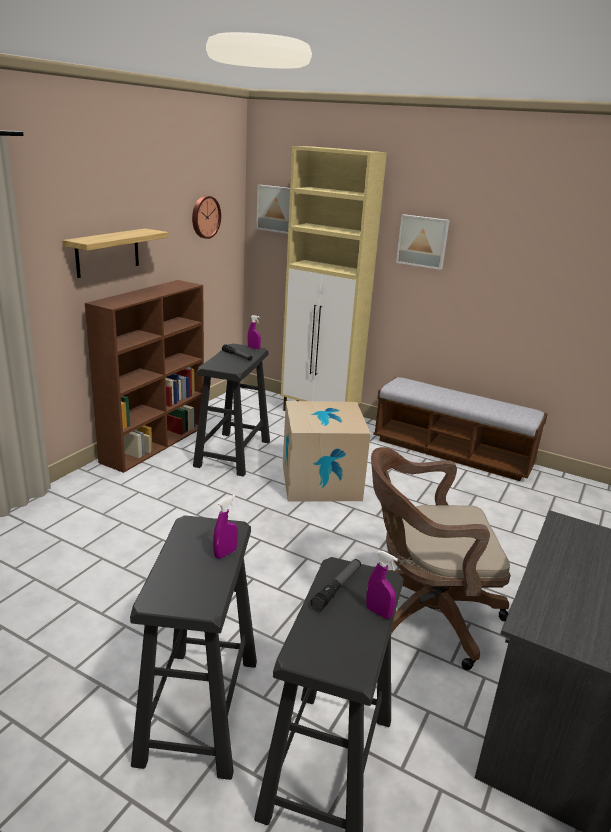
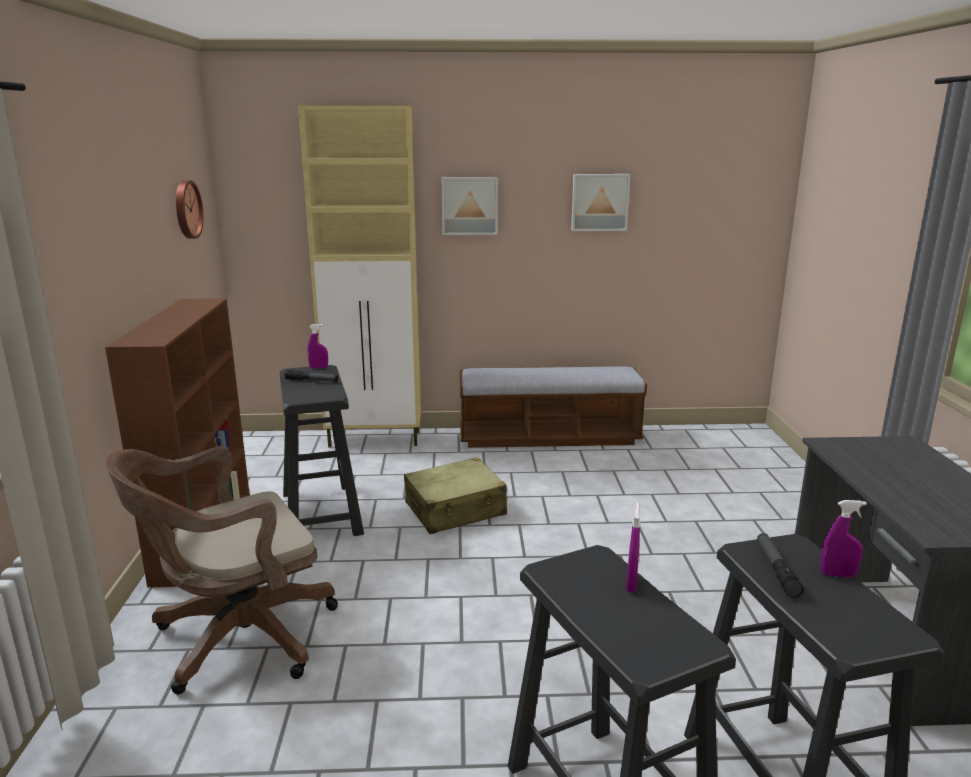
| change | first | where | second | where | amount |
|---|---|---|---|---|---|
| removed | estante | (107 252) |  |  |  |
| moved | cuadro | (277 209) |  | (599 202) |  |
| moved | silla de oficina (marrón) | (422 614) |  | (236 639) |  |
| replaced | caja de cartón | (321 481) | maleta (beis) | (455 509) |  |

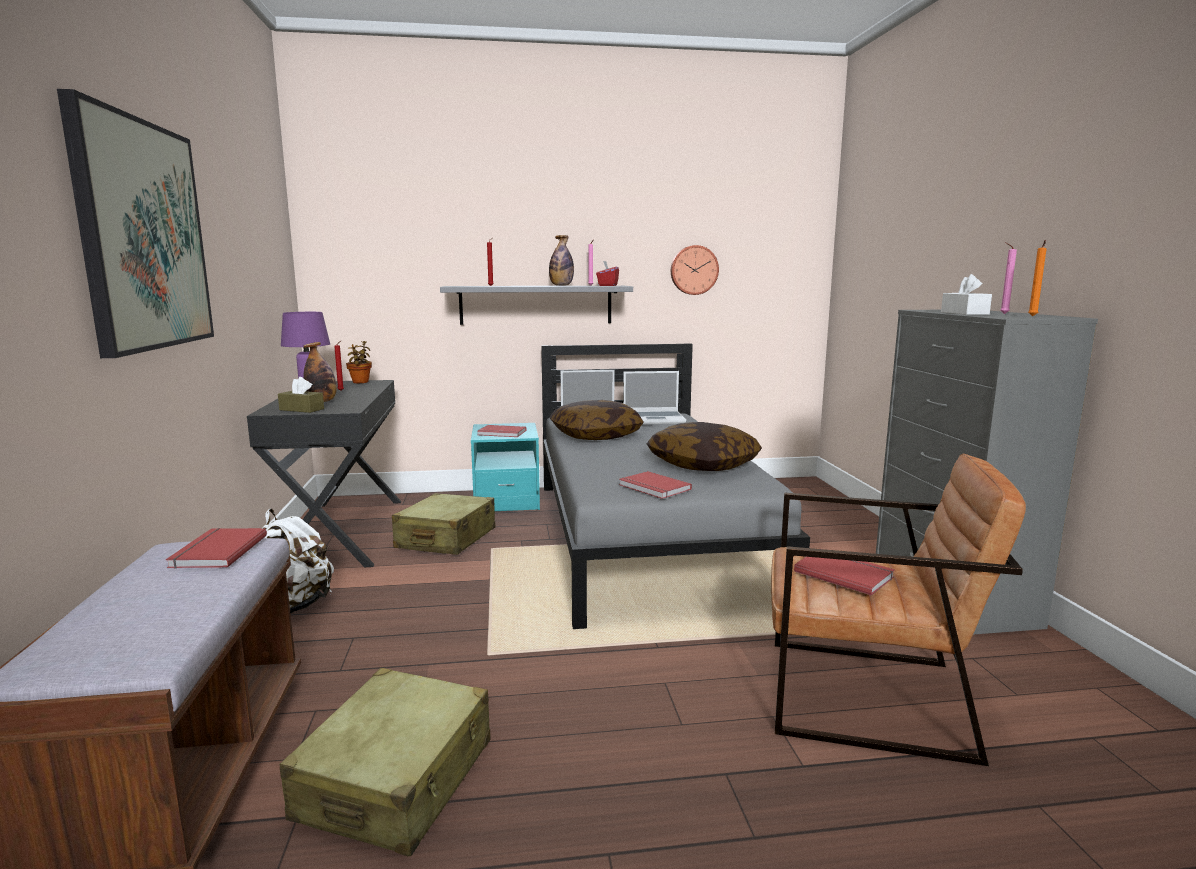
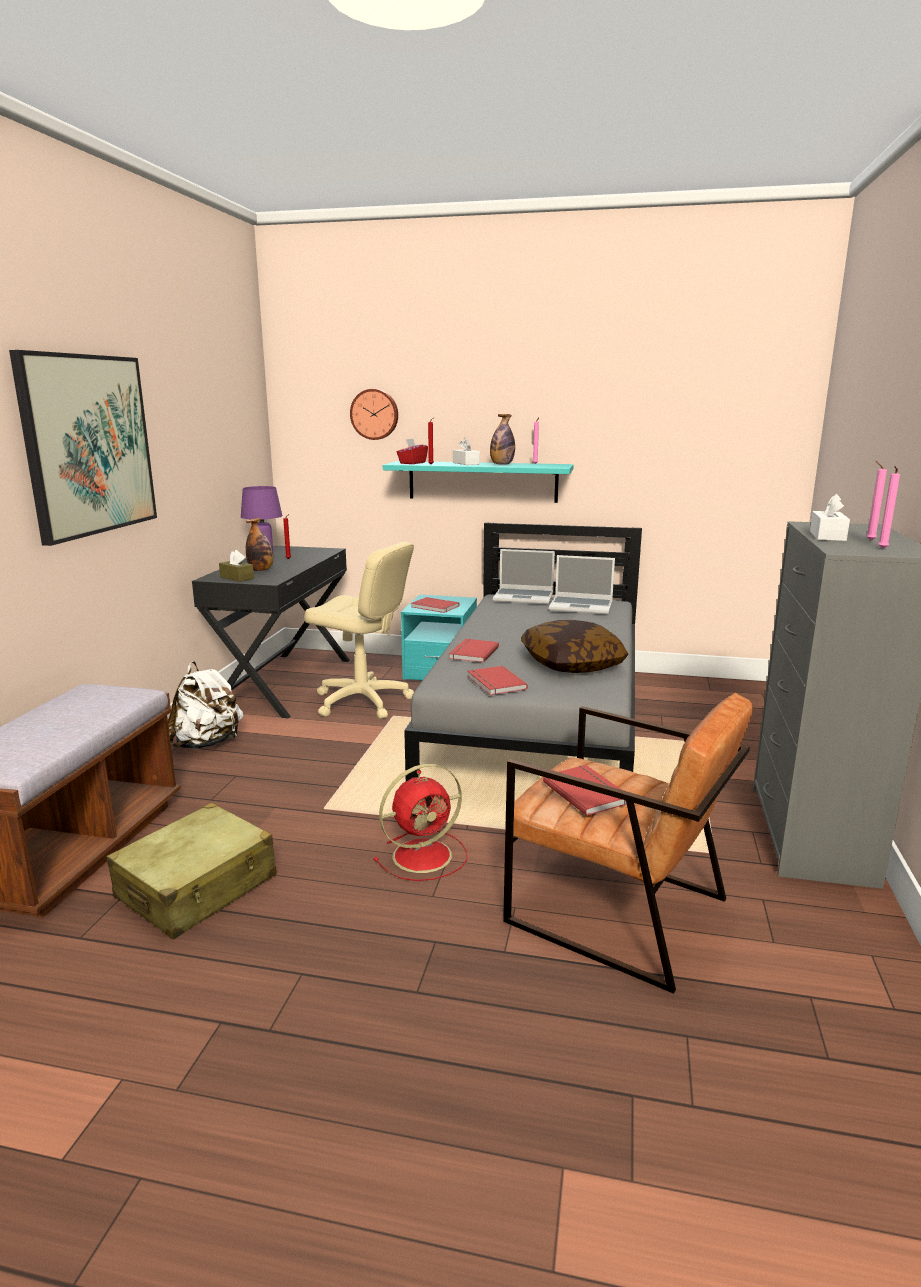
| change | first | where | second | where | amount |
|---|---|---|---|---|---|
| removed | planta en maceta | (360 382) |  |  |  |
| removed | cojín | (596 435) |  |  |  |
| added |  |  | ventilador (rojo) | (425 855) |  |
| added |  |  | caja de pañuelos (blanco) | (466 463) |  |
| moved | libro (rojo) | (216 551) |  | (472 653) |  |
| moved | caja de pañuelos (rojo) | (607 285) |  | (412 463) |  |
| moved | reloj de pared | (693 270) |  | (375 414) |  |
| replaced | maleta (beis) | (446 539) | silla de oficina (beis) | (362 701) |  |
| recoloured | estante (gris) | (536 304) | estante (turquesa) | (482 481) |  |
| recoloured | vela (naranja) | (1032 316) | vela (rosa) | (882 549) |  |

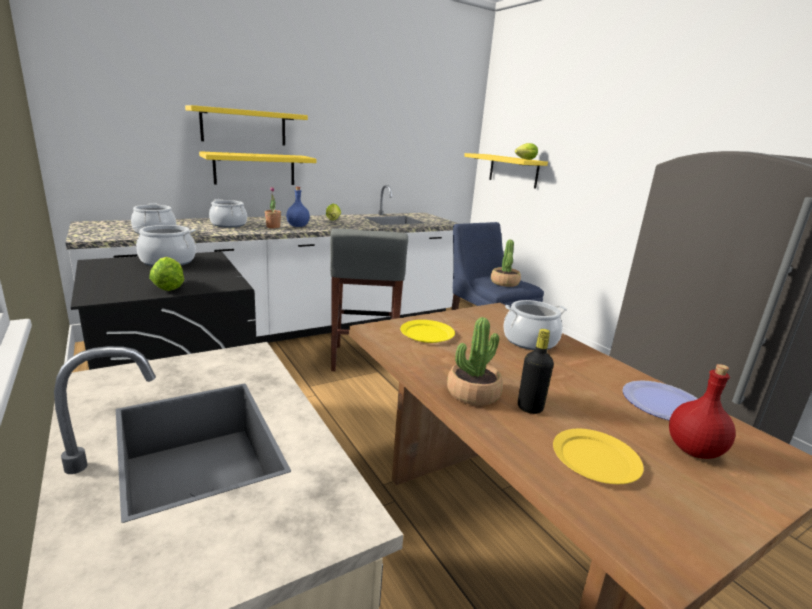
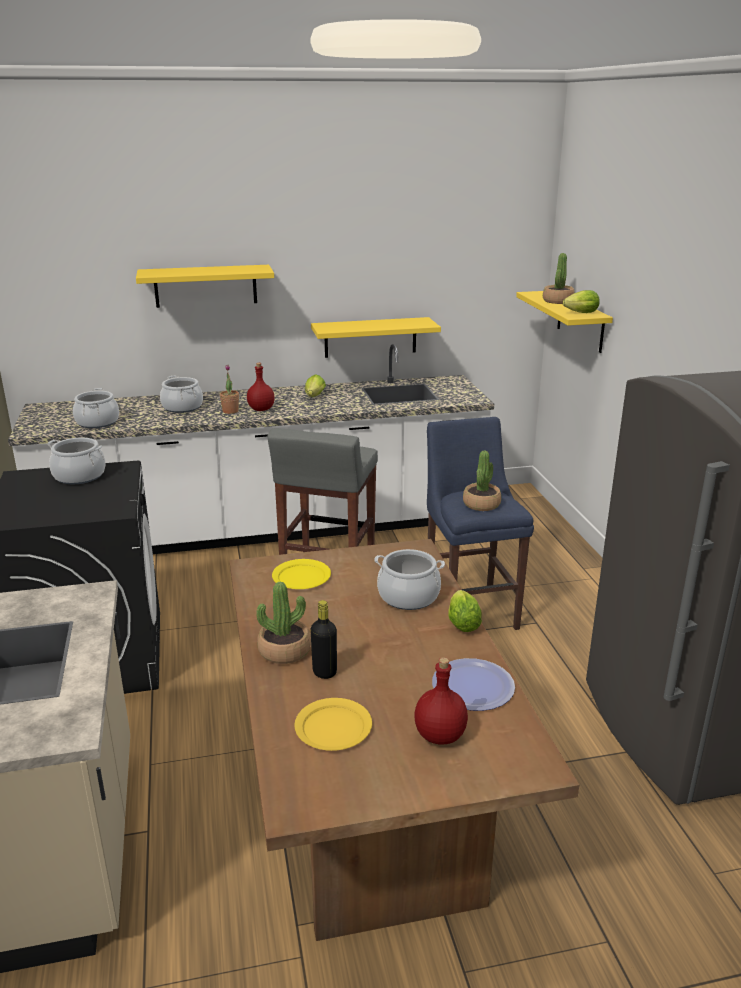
| change | first | where | second | where | amount |
|---|---|---|---|---|---|
| added |  |  | planta en maceta | (557 301) |  |
| moved | lechuga | (169 286) |  | (462 622) |  |
| moved | estante (amarillo) | (255 169) |  | (370 337) |  |
| recoloured | botella (azul) | (298 226) | botella (rojo) | (261 409) |  |

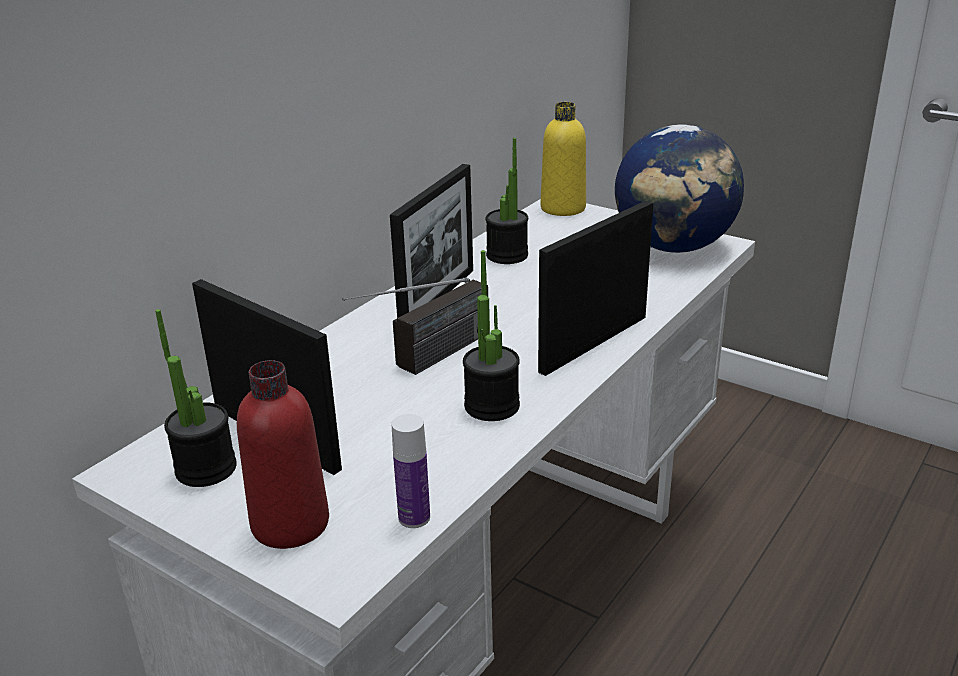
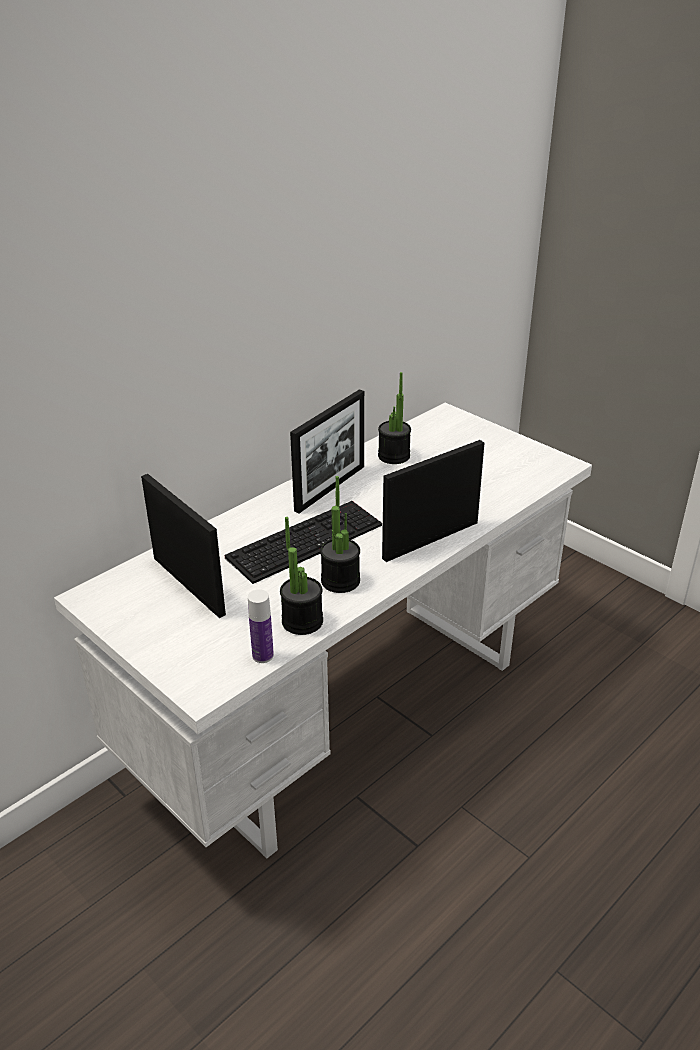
| change | first | where | second | where | amount |
|---|---|---|---|---|---|
| removed | botella (rojo) | (290 524) |  |  |  |
| removed | botella (amarillo) | (563 208) |  |  |  |
| removed | globo terráqueo | (674 247) |  |  |  |
| moved | planta en maceta | (206 469) |  | (302 621) |  |
| replaced | radio | (425 362) | teclado | (305 540) |  |

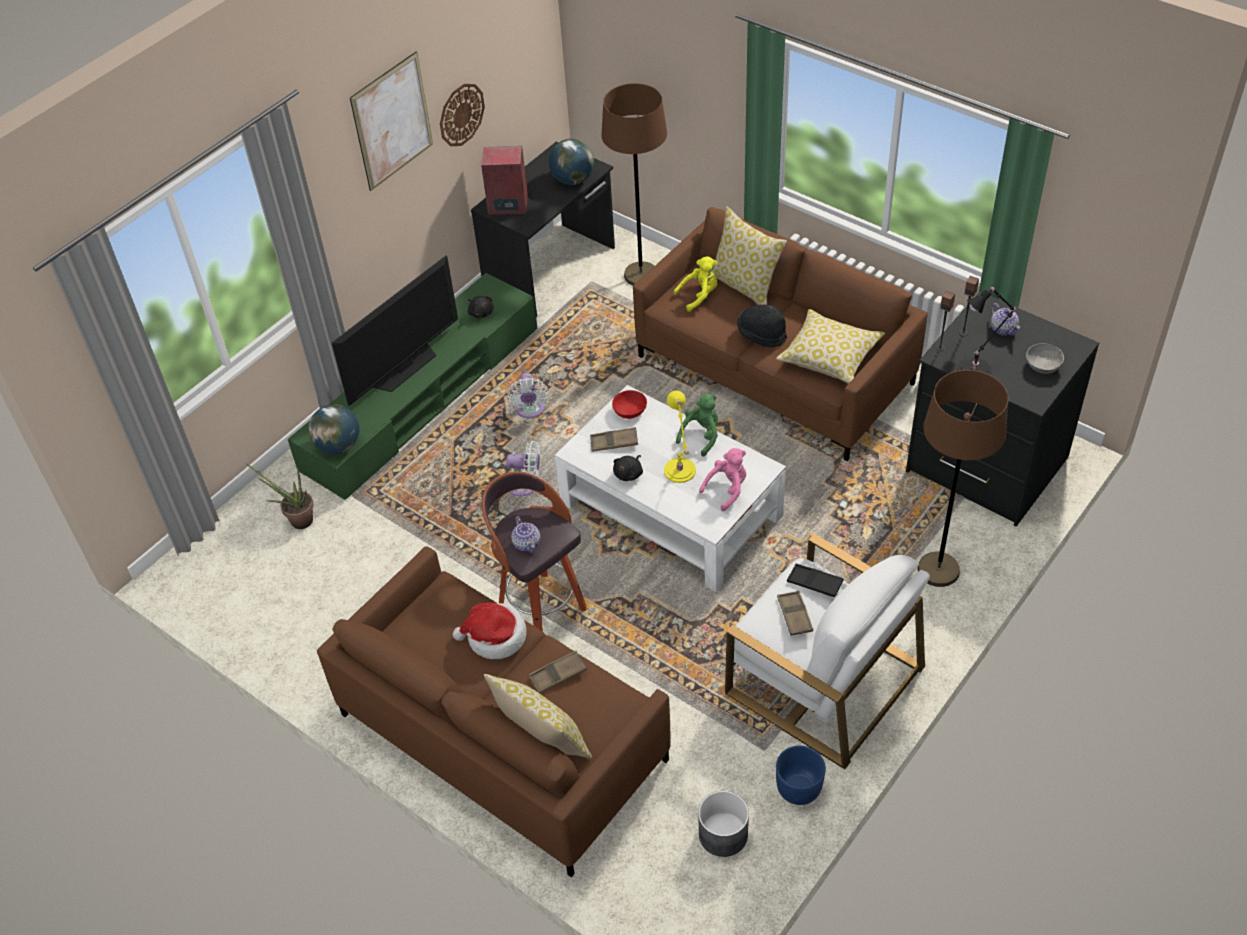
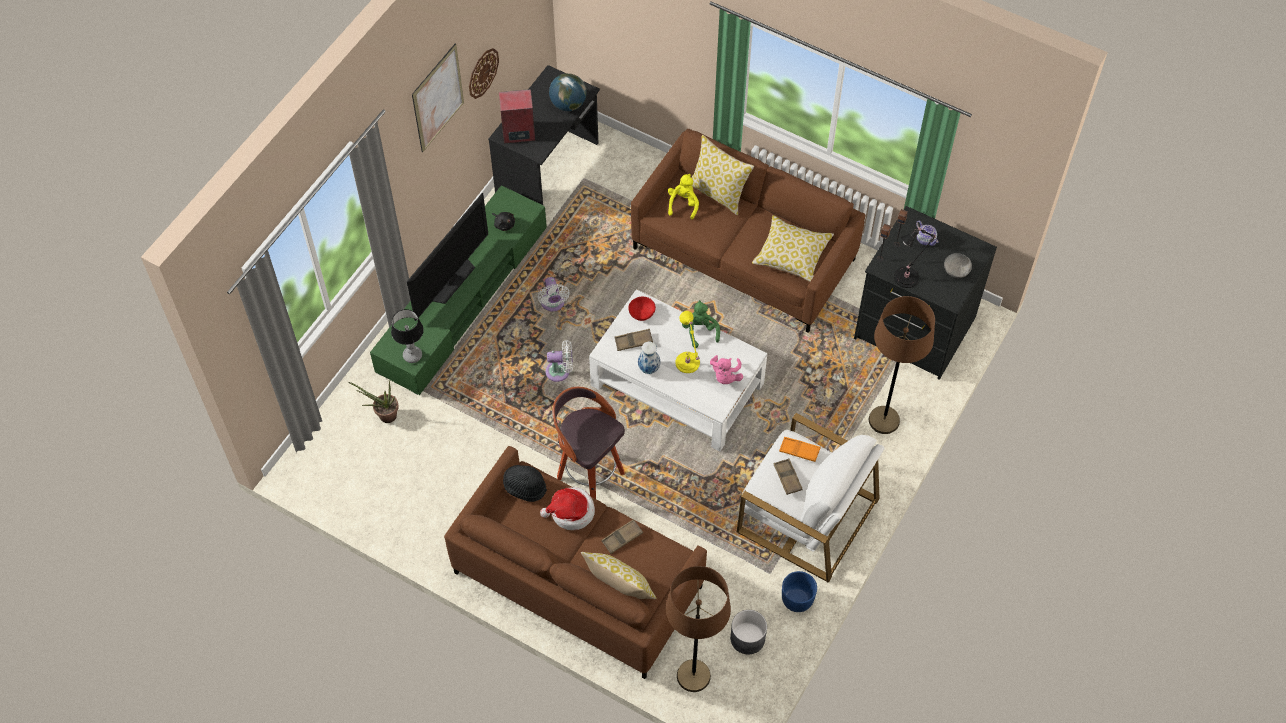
| change | first | where | second | where | amount |
|---|---|---|---|---|---|
| removed | tetera | (527 543) |  |  |  |
| moved | lámpara de pie (marrón) | (641 275) |  | (693 676) |  |
| moved | sombrero (negro) | (761 334) |  | (525 487) |  |
| replaced | globo terráqueo | (339 445) | lámpara de mesa | (413 355) |  |
| replaced | peluche (negro) | (629 473) | florero | (649 368) |  |
| recoloured | bandeja (negro) | (814 583) | bandeja (naranja) | (799 451) |  |
| turned | peluche (amarillo) | (699 295) |  | (683 204) | 45 degrees counterclockwise |
| turned | peluche (verde) | (701 436) |  | (700 331) | 45 degrees counterclockwise |
| turned | peluche (rosa) | (727 489) |  | (725 376) | 150 degrees clockwise |

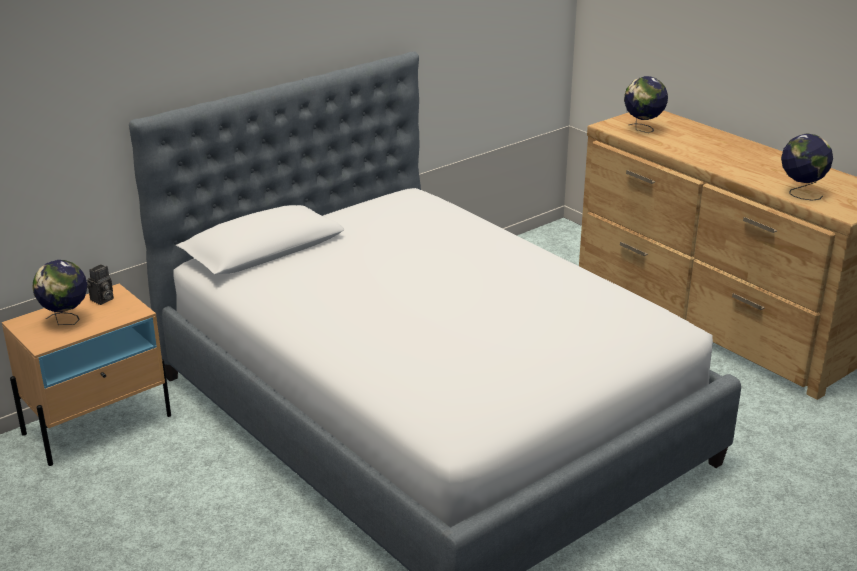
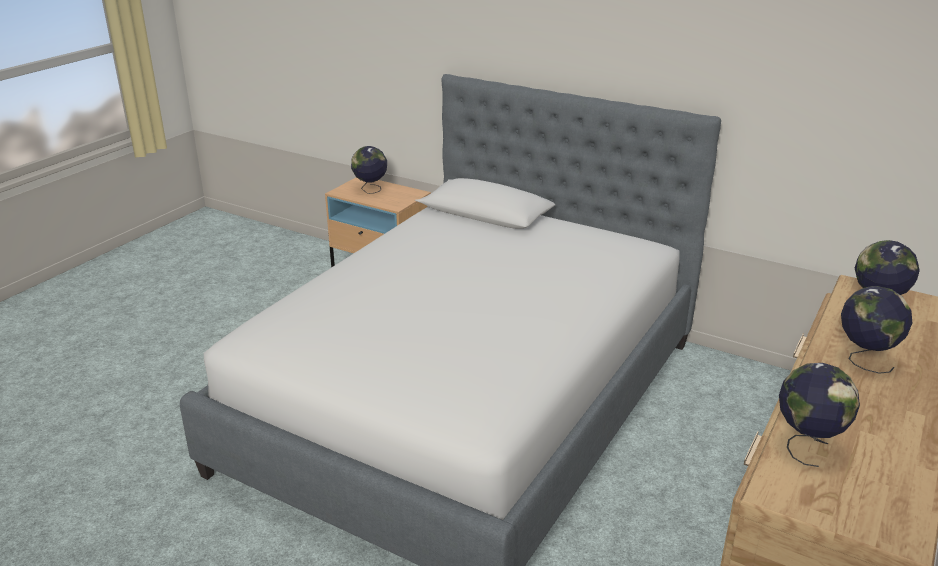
| change | first | where | second | where | amount |
|---|---|---|---|---|---|
| removed | cámara | (102 300) |  |  |  |
| added |  |  | globo terráqueo | (864 360) |  |

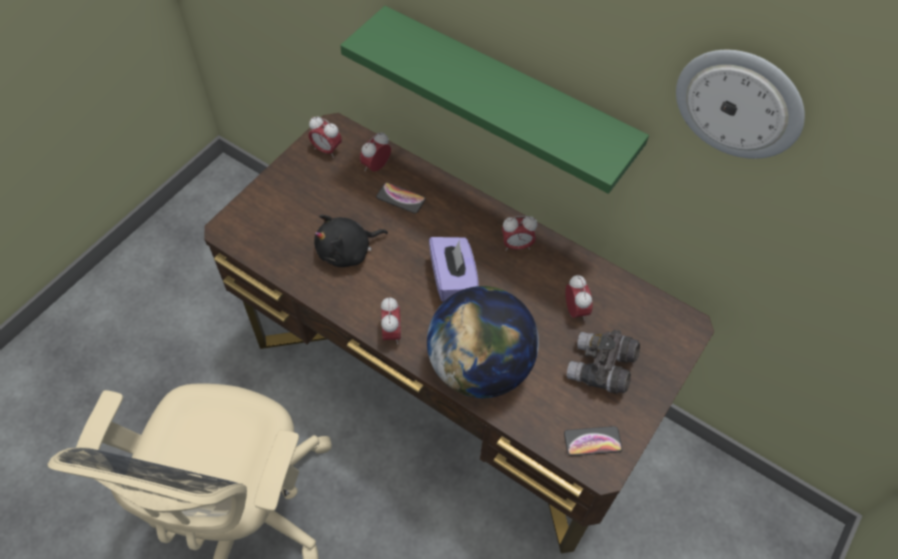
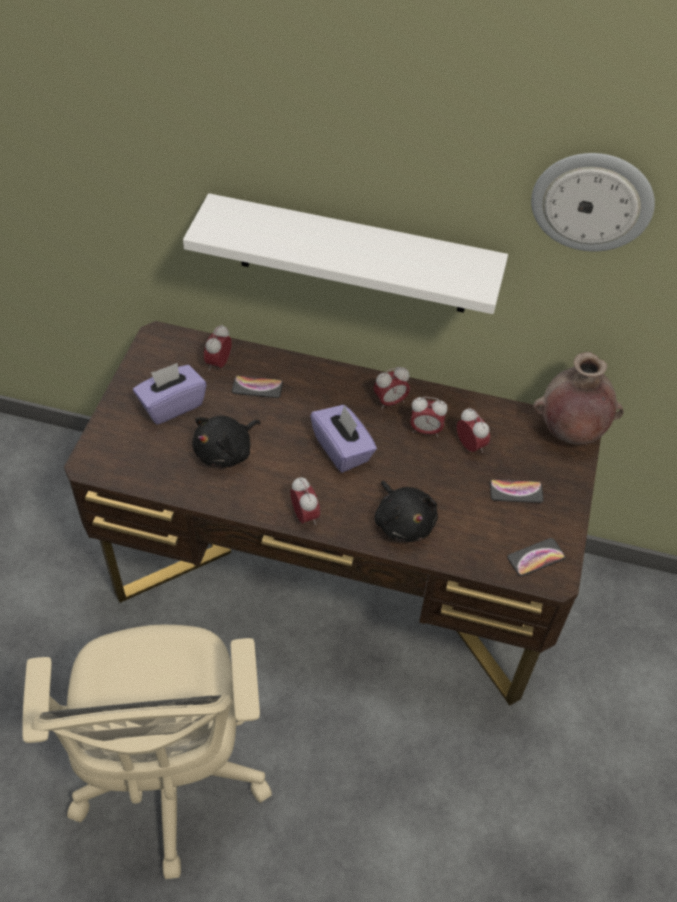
| change | first | where | second | where | amount |
|---|---|---|---|---|---|
| added |  |  | caja de pañuelos (morado) | (172 405) |  |
| added |  |  | florero (marrón) | (569 432) |  |
| moved | despertador | (326 150) |  | (425 430) |  |
| replaced | globo terráqueo | (480 366) | peluche (negro) | (403 522) |  |
| replaced | prismáticos (gris) | (600 369) | móvil | (516 491) |  |
| recoloured | estante (verde) | (506 98) | estante (blanco) | (353 255) |  |

